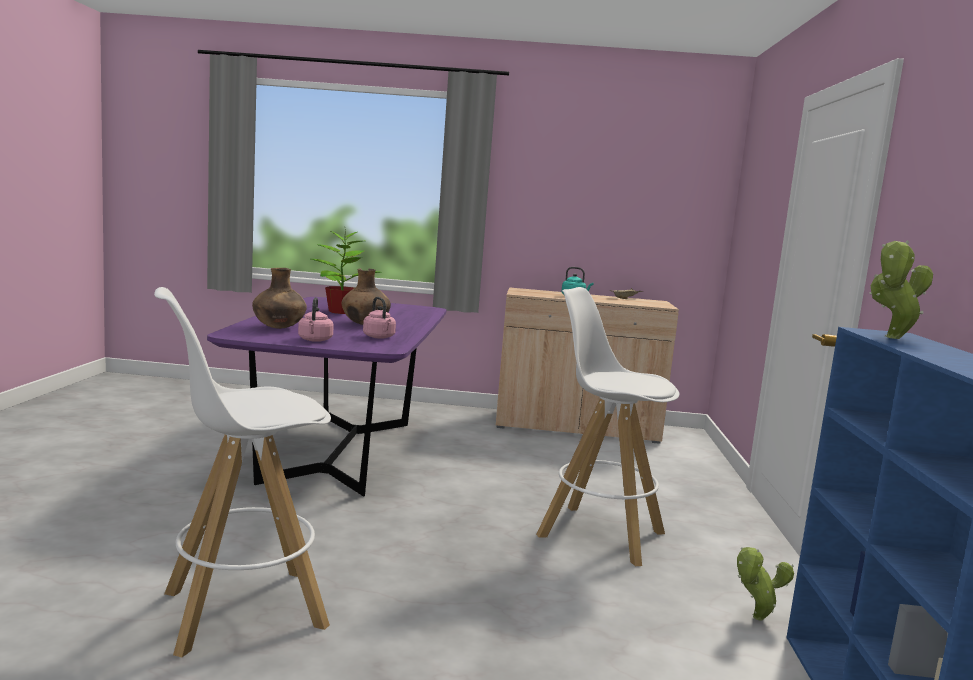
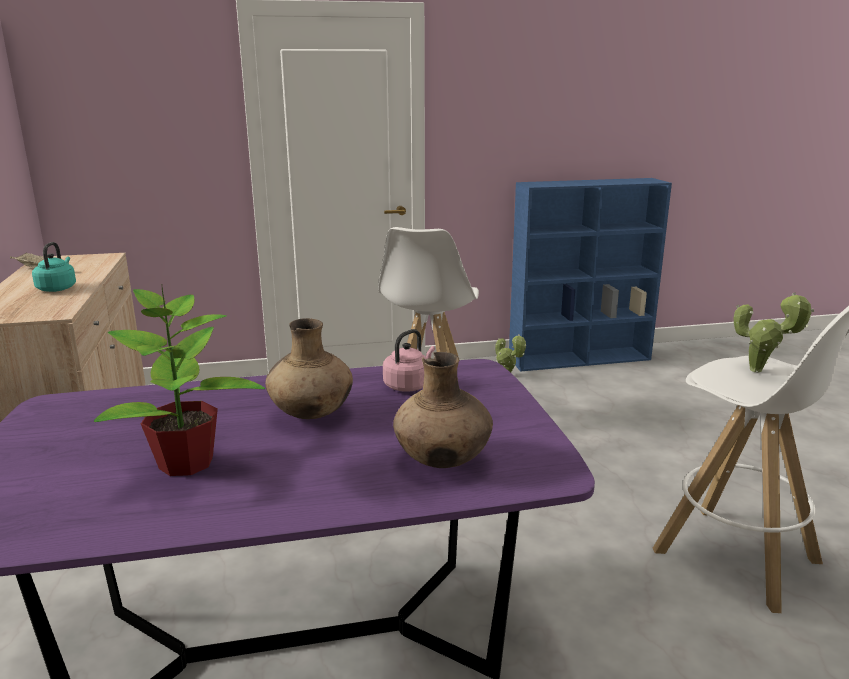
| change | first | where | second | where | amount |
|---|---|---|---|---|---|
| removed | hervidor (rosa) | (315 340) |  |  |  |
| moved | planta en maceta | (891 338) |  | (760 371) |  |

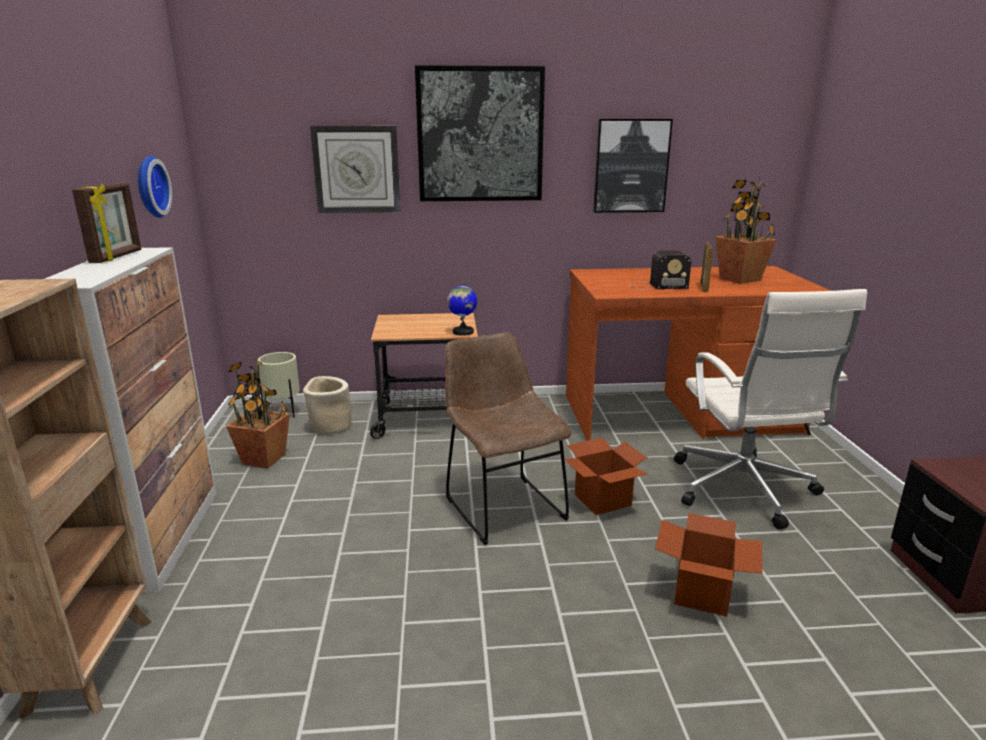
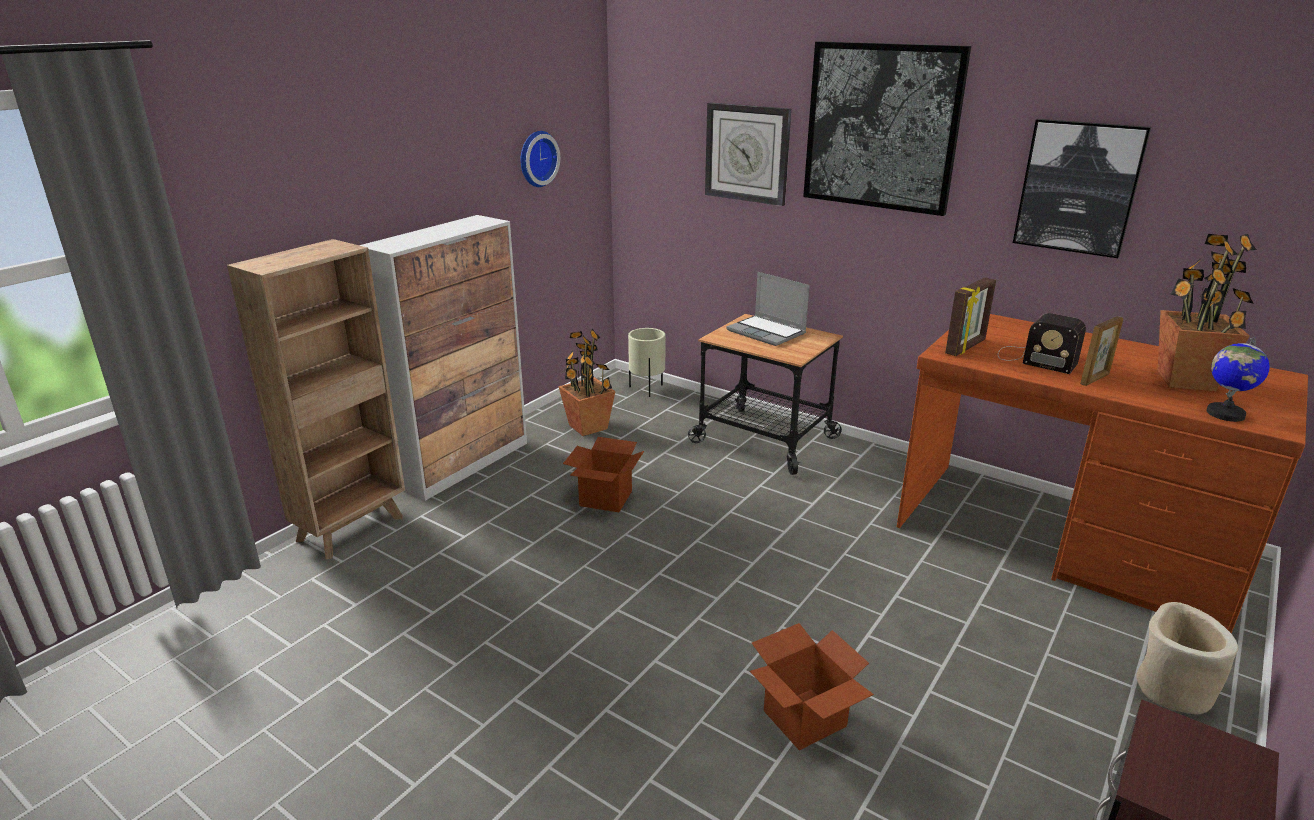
| change | first | where | second | where | amount |
|---|---|---|---|---|---|
| removed | silla (marrón) | (502 505) |  |  |  |
| removed | silla de oficina (blanco) | (743 490) |  |  |  |
| added |  |  | portátil | (767 332) |  |
| moved | portarretratos | (117 257) |  | (966 347) |  |
| moved | maceta (beis) | (330 426) |  | (1171 689) |  |
| moved | globo terráqueo | (463 332) |  | (1224 414) |  |
| moved | caja de cartón | (602 500) |  | (606 498) |  |

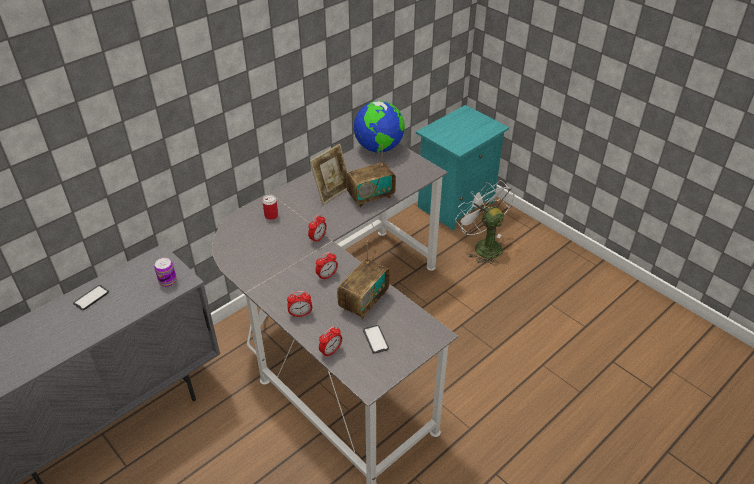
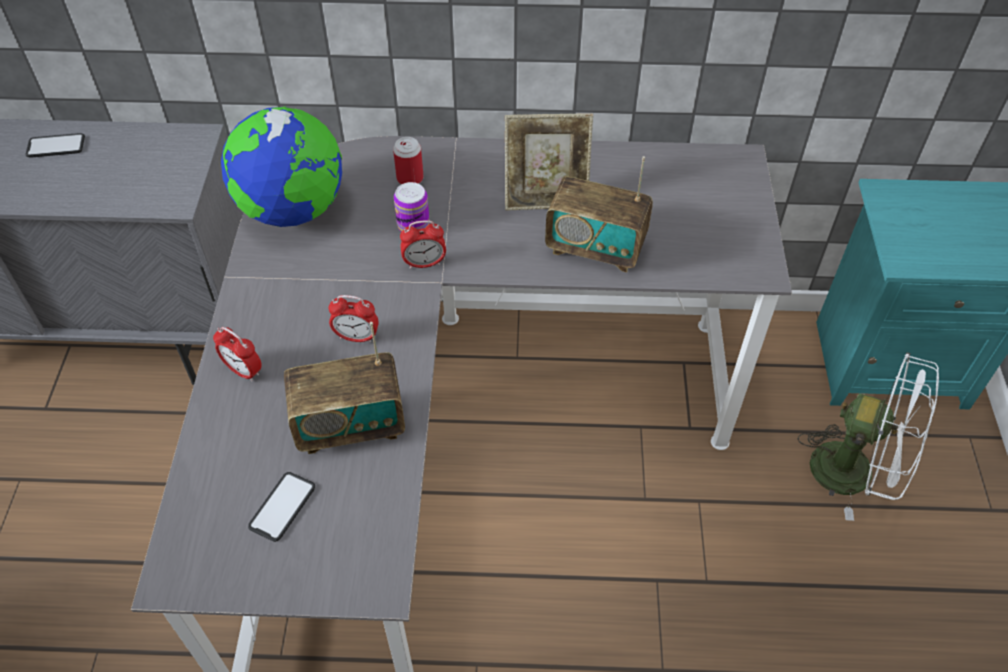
| change | first | where | second | where | amount |
|---|---|---|---|---|---|
| removed | despertador | (331 351) |  |  |  |
| moved | lata | (168 281) |  | (413 226) |  |
| moved | globo terráqueo | (379 148) |  | (293 210) |  |
| turned | ventilador (blanco) | (483 246) |  | (856 472) | 105 degrees clockwise |

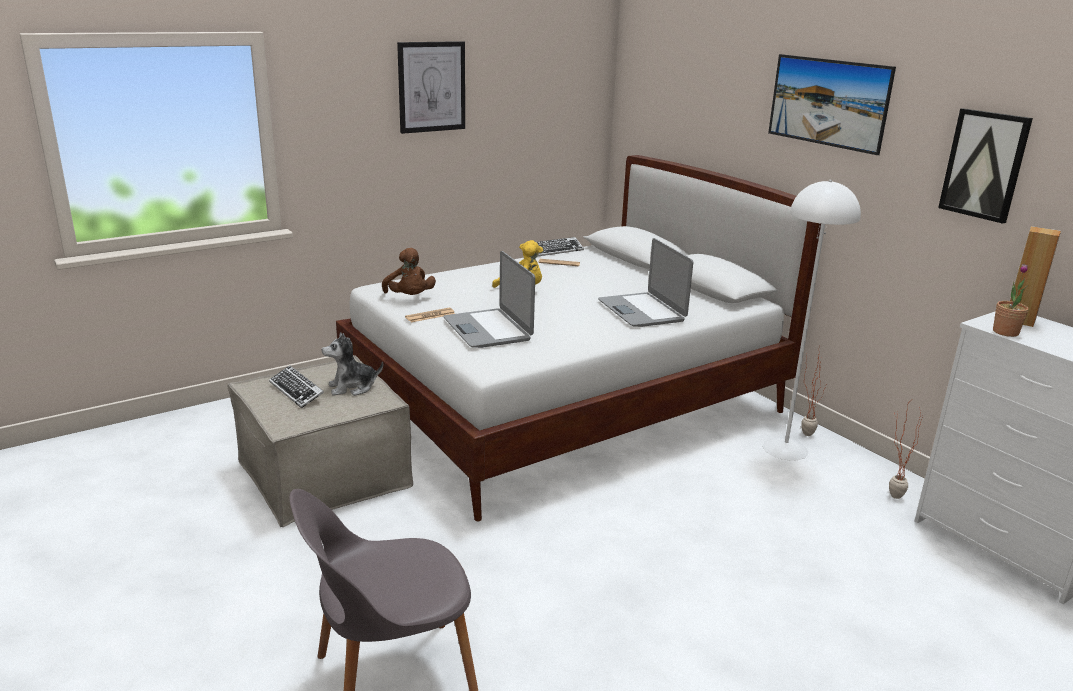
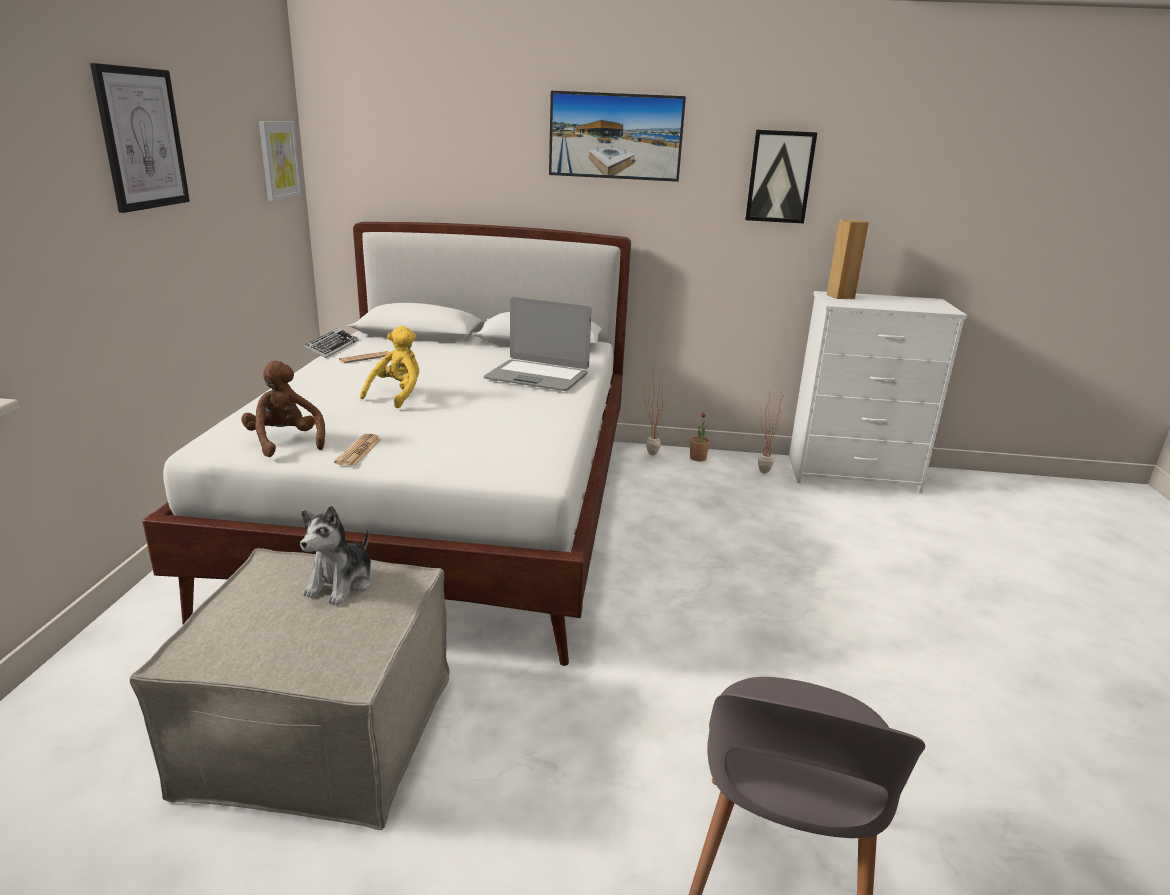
| change | first | where | second | where | amount |
|---|---|---|---|---|---|
| removed | teclado | (296 391) |  |  |  |
| removed | portátil | (488 329) |  |  |  |
| removed | lámpara de pie (blanco) | (785 448) |  |  |  |
| added |  |  | cuadro | (278 160) |  |
| moved | planta en maceta | (1005 332) |  | (698 458) |  |
| turned | peluche (marrón) | (409 298) |  | (285 442) | 135 degrees counterclockwise |

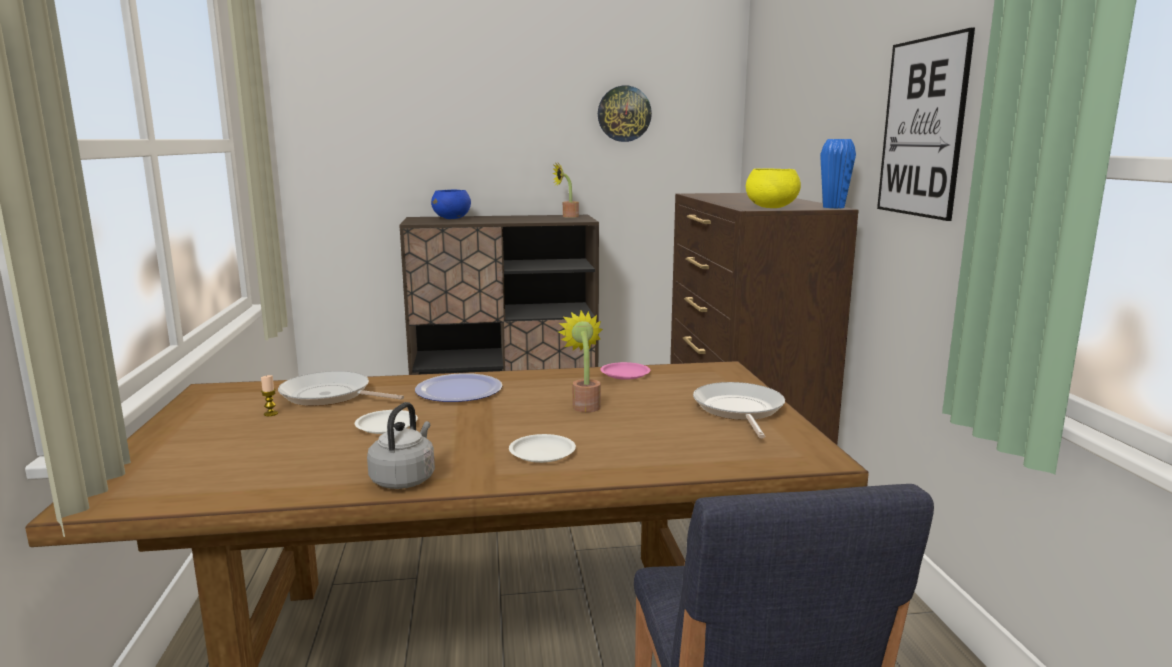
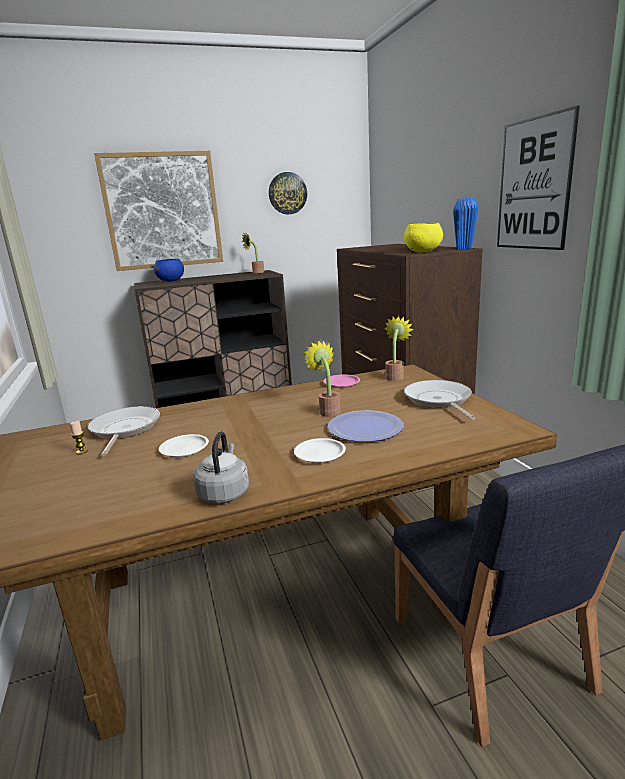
| change | first | where | second | where | amount |
|---|---|---|---|---|---|
| added |  |  | cuadro | (162 211) |  |
| added |  |  | planta en maceta | (395 376) |  |
| moved | plato | (458 390) |  | (365 428) |  |
| turned | sartén | (330 396) |  | (124 429) | 75 degrees clockwise |

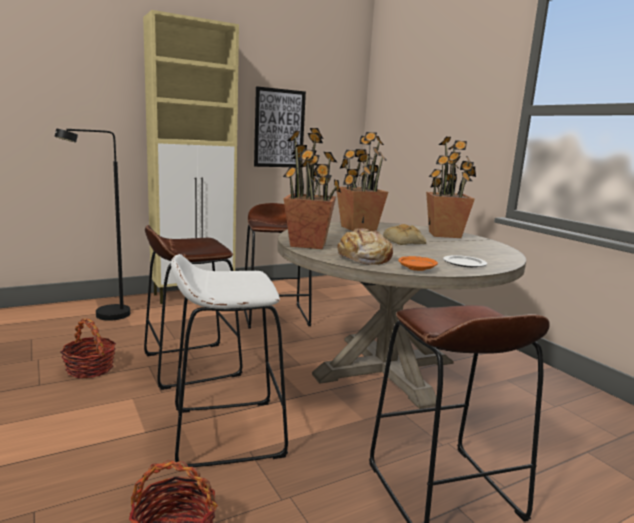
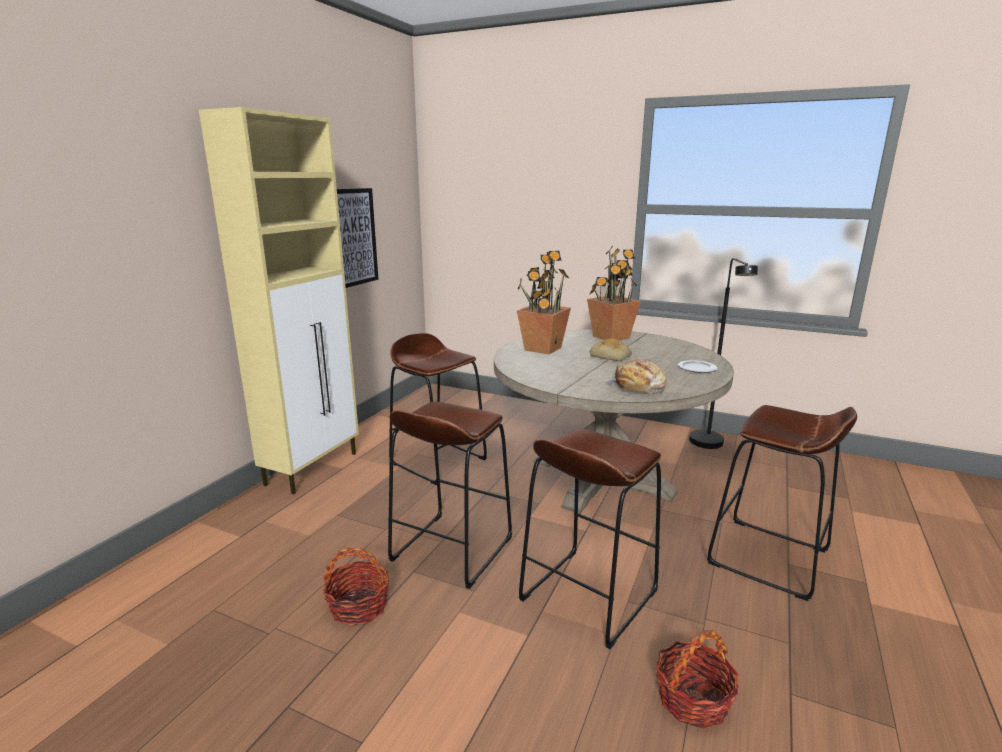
| change | first | where | second | where | amount |
|---|---|---|---|---|---|
| removed | planta en maceta | (308 244) |  |  |  |
| removed | plato (naranja) | (417 269) |  |  |  |
| moved | lámpara de pie (negro) | (104 317) |  | (709 446) |  |
| recoloured | taburete (blanco) | (227 432) | taburete (marrón) | (588 595) |  |

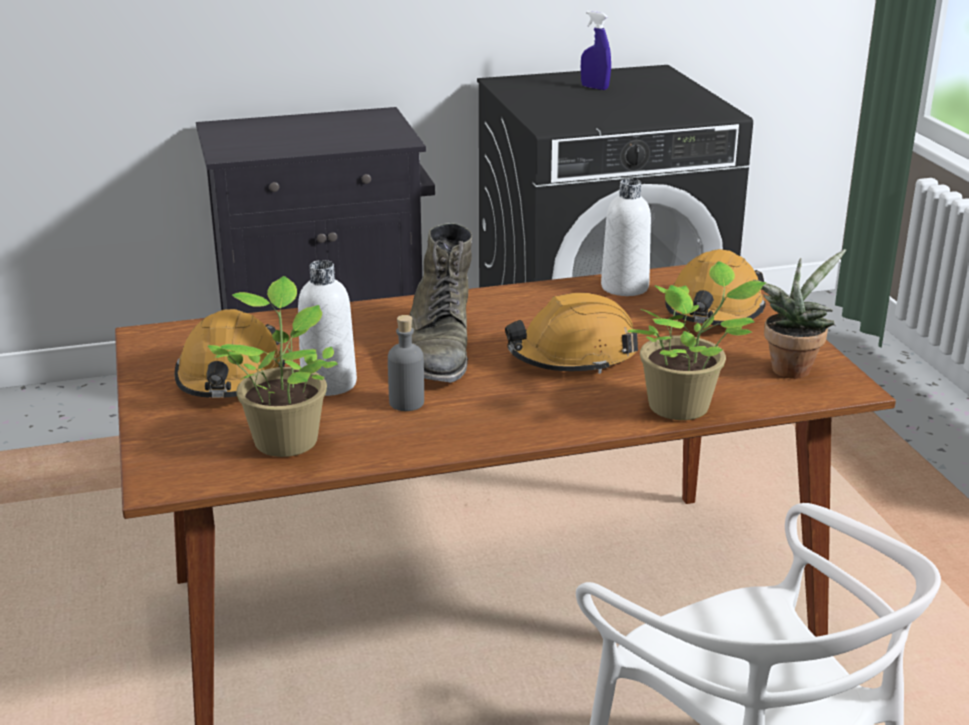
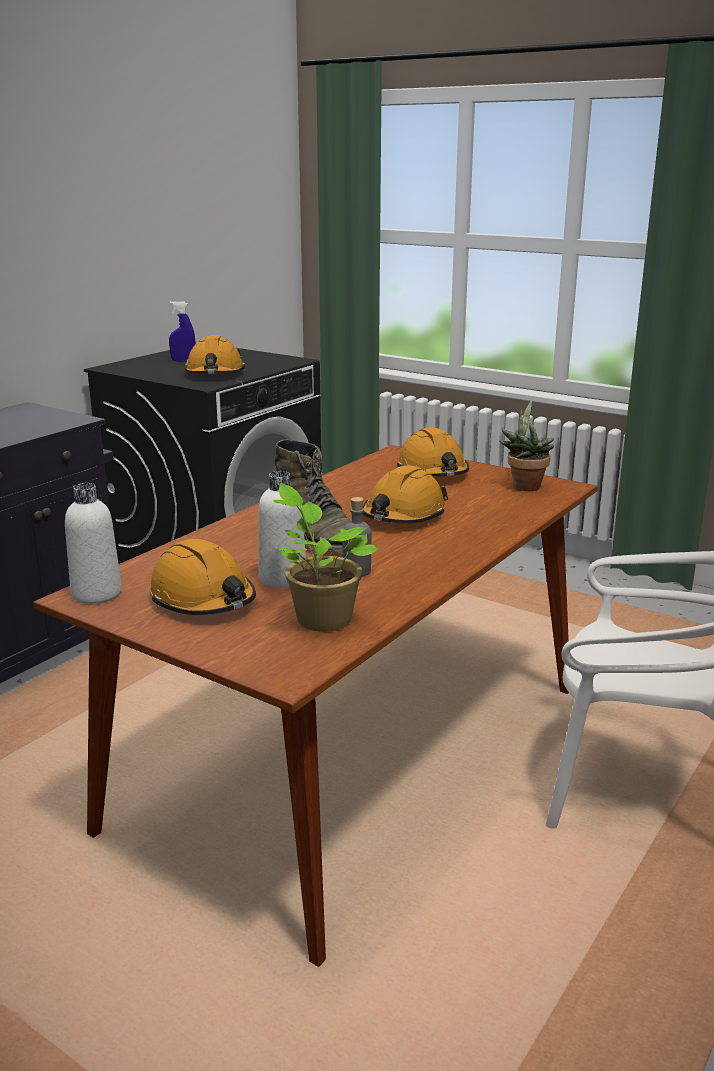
| change | first | where | second | where | amount |
|---|---|---|---|---|---|
| removed | planta en maceta | (684 407) |  |  |  |
| added |  |  | casco (naranja) | (215 373) |  |
| moved | botella (blanco) | (624 287) |  | (96 594) |  |

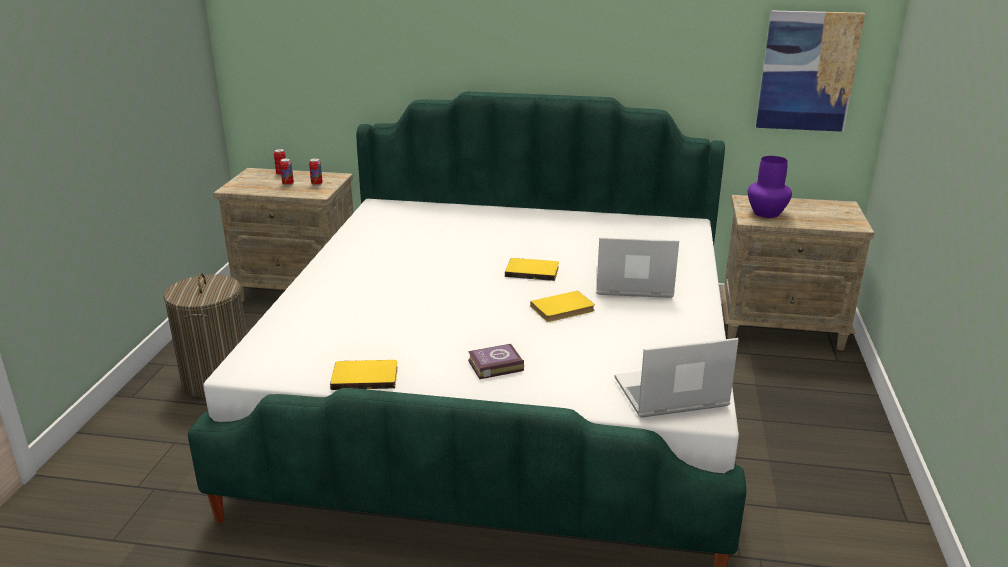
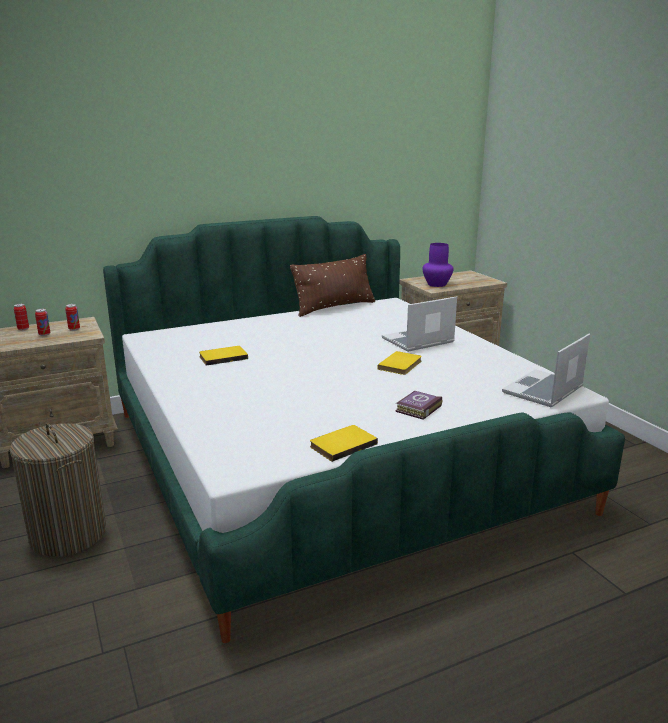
| change | first | where | second | where | amount |
|---|---|---|---|---|---|
| removed | cuadro | (807 71) |  |  |  |
| added |  |  | cojín (marrón) | (334 307) |  |
| moved | libro (amarillo) | (532 271) |  | (223 357) |  |

